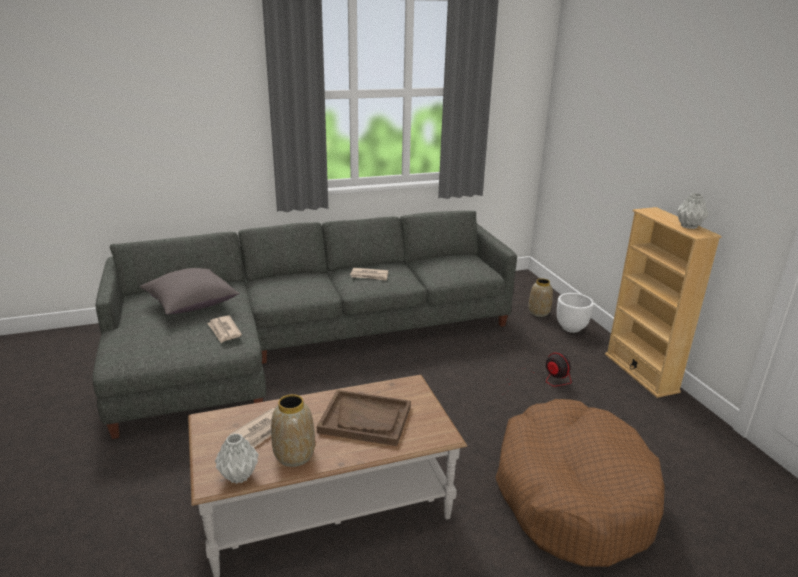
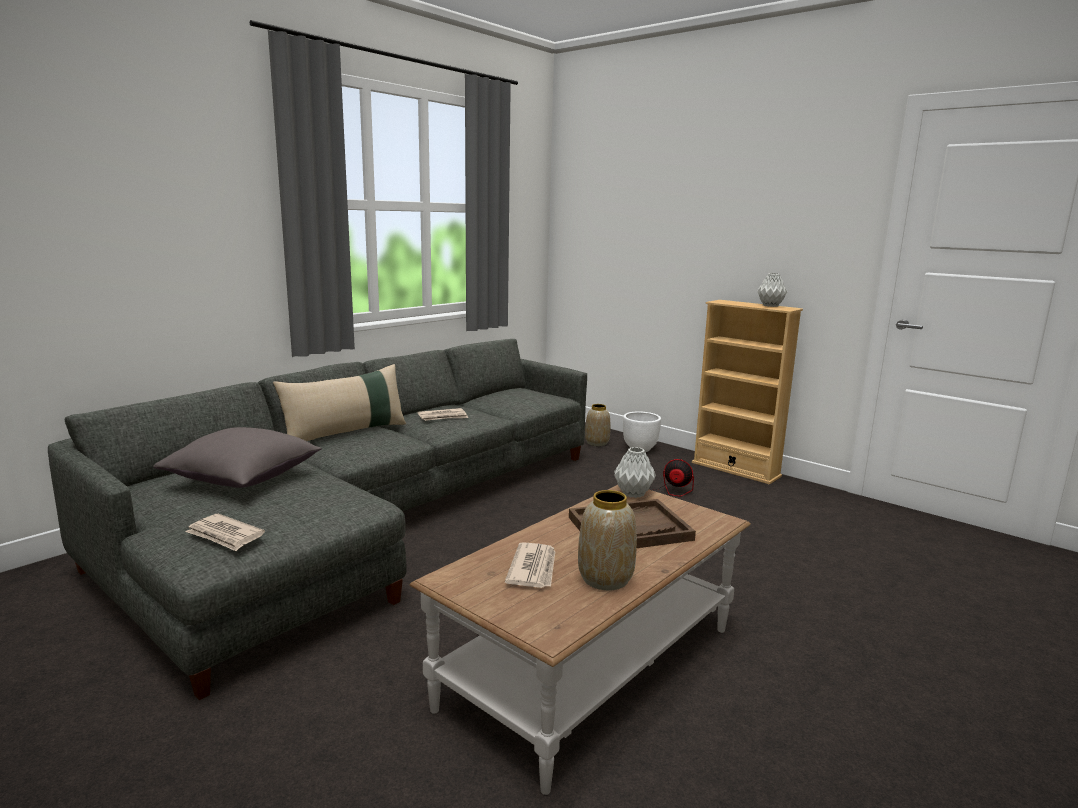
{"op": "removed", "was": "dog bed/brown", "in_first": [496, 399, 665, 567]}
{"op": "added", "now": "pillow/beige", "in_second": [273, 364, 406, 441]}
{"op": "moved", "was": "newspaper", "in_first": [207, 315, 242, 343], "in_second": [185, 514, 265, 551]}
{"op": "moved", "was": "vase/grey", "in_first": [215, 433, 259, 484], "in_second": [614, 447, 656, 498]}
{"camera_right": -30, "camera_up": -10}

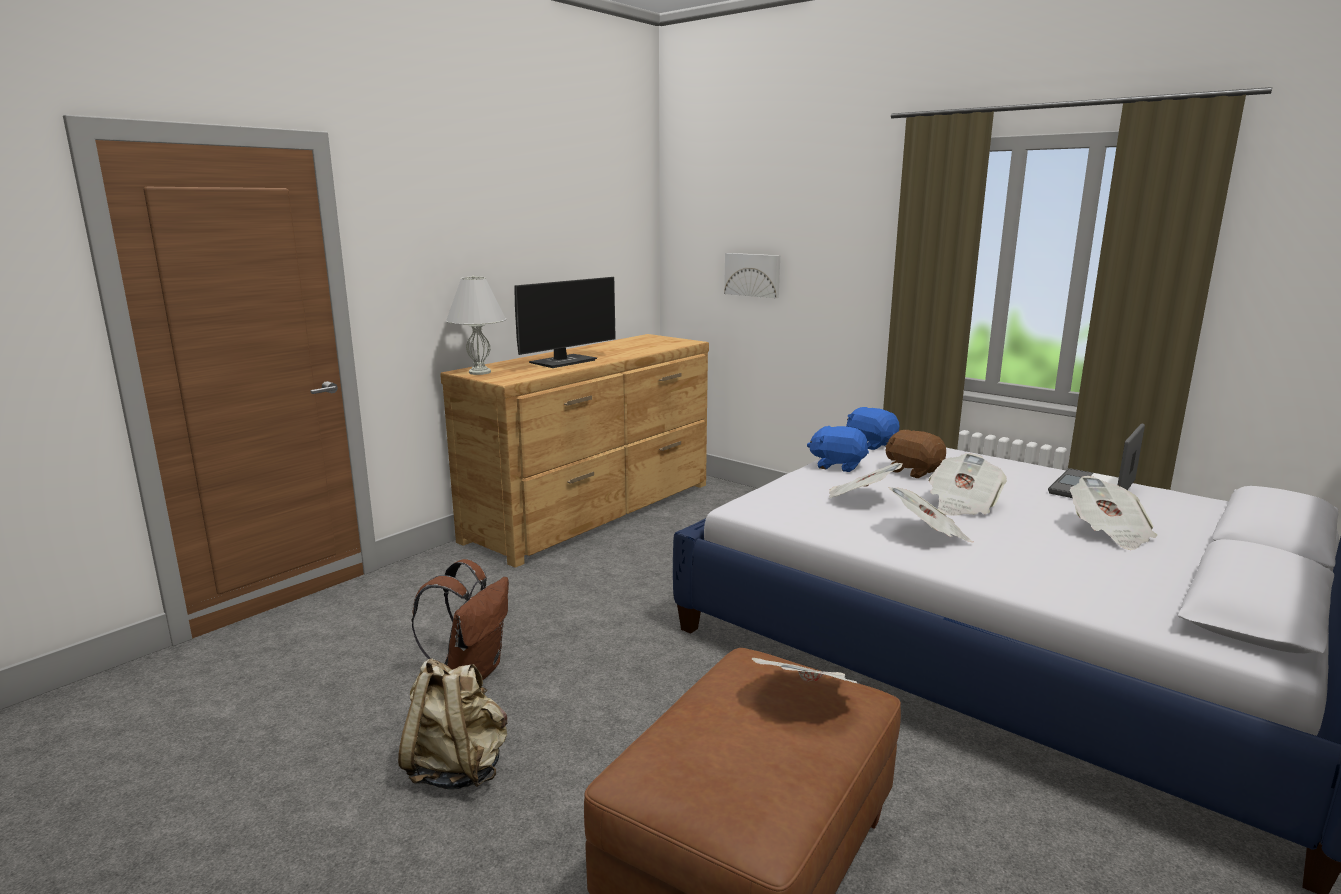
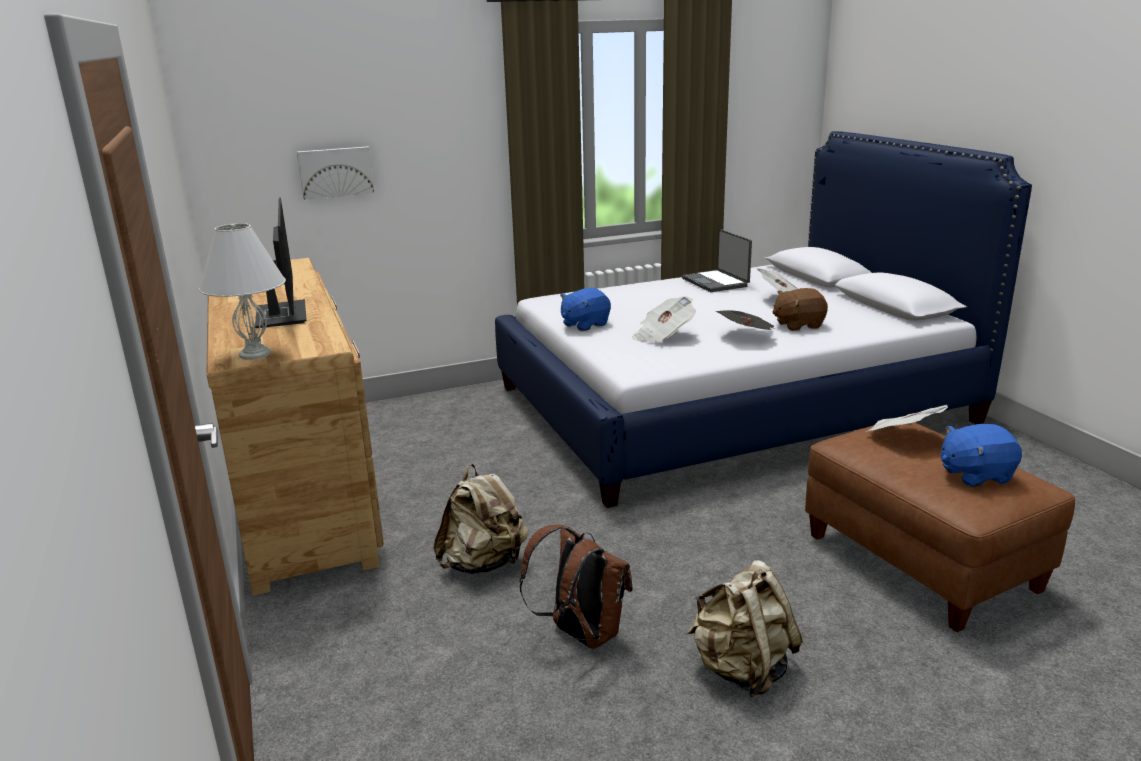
{"op": "removed", "was": "newspaper", "in_first": [929, 453, 1007, 516]}
{"op": "added", "now": "backpack/beige", "in_second": [433, 464, 528, 574]}
{"op": "moved", "was": "plush toy/blue", "in_first": [846, 407, 900, 450], "in_second": [941, 424, 1022, 487]}
{"op": "moved", "was": "plush toy/brown", "in_first": [886, 430, 946, 478], "in_second": [773, 288, 828, 331]}
{"camera_right": -60, "camera_up": 5}

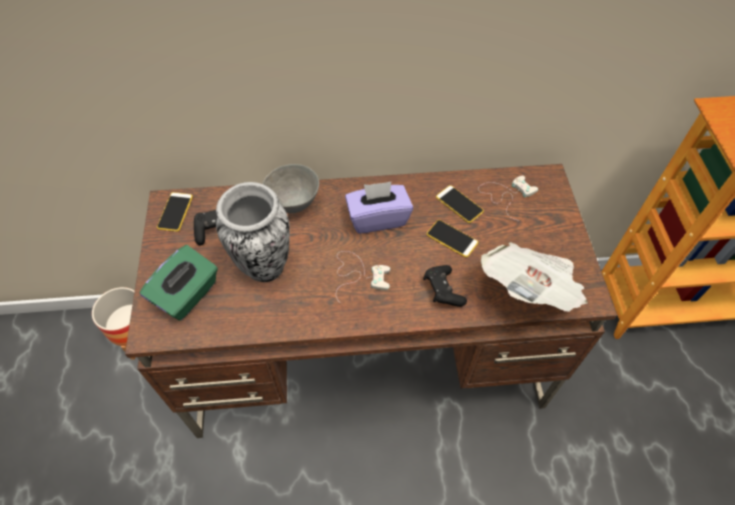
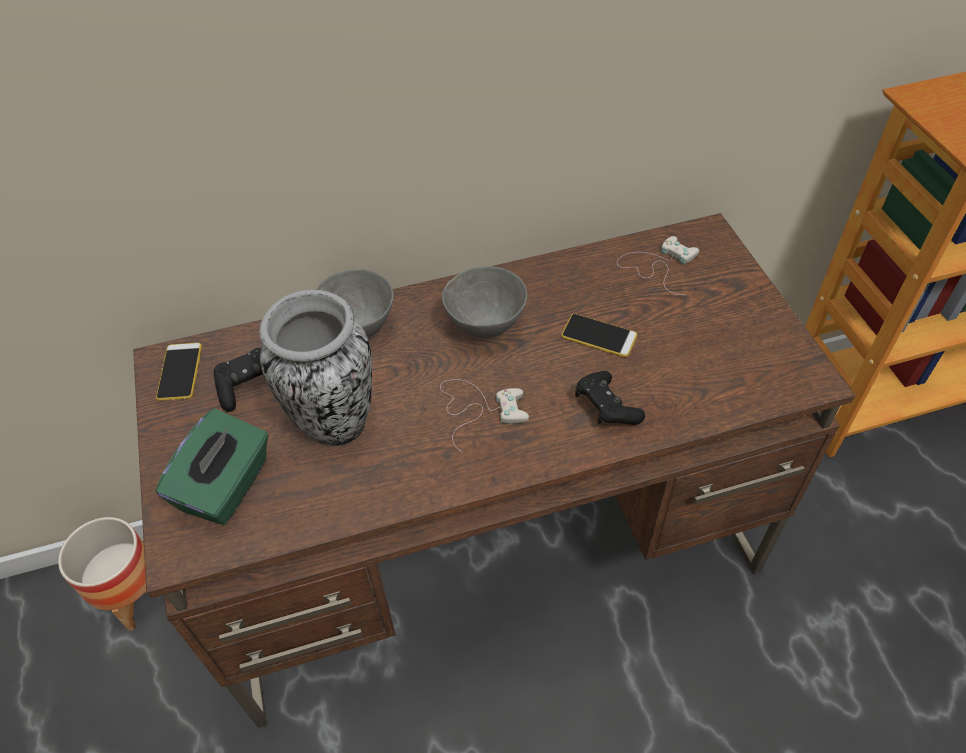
{"op": "removed", "was": "phone", "in_first": [436, 185, 484, 223]}
{"op": "removed", "was": "newspaper", "in_first": [481, 242, 588, 312]}
{"op": "replaced", "was": "tissue box/purple", "now": "bowl/grey", "in_first": [345, 182, 413, 234], "in_second": [442, 266, 527, 339]}
{"camera_right": -10, "camera_up": -5}

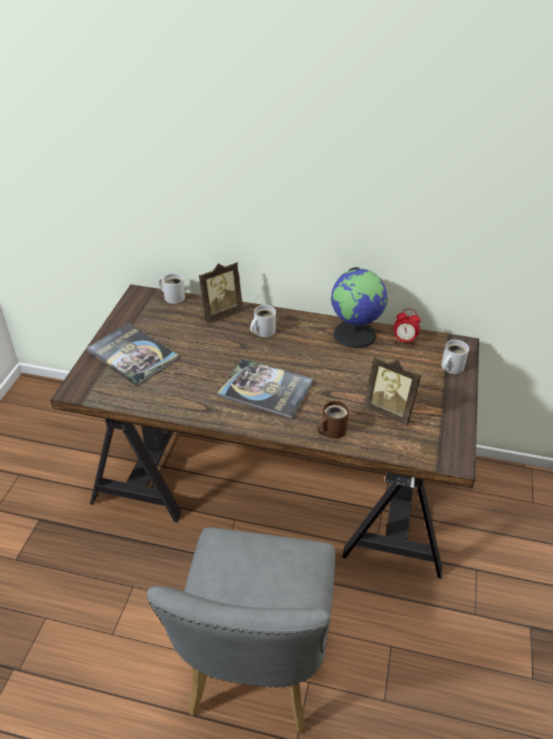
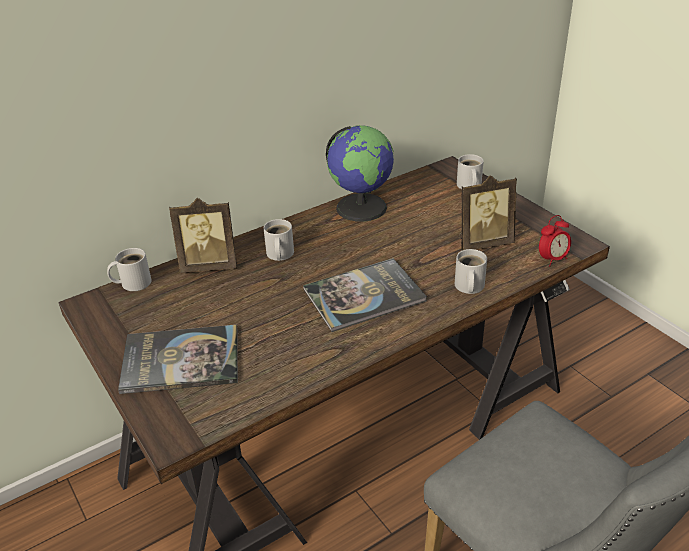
{"op": "moved", "was": "alarm clock", "in_first": [394, 309, 421, 346], "in_second": [539, 215, 571, 267]}
{"op": "recoloured", "was": "mug/brown", "now": "mug/white", "in_first": [317, 401, 349, 439], "in_second": [455, 249, 487, 294]}
{"op": "turned", "was": "picture frame", "in_first": [199, 262, 243, 322], "in_second": [169, 198, 237, 273], "clockwise": 75}
{"camera_right": -45, "camera_up": -5}

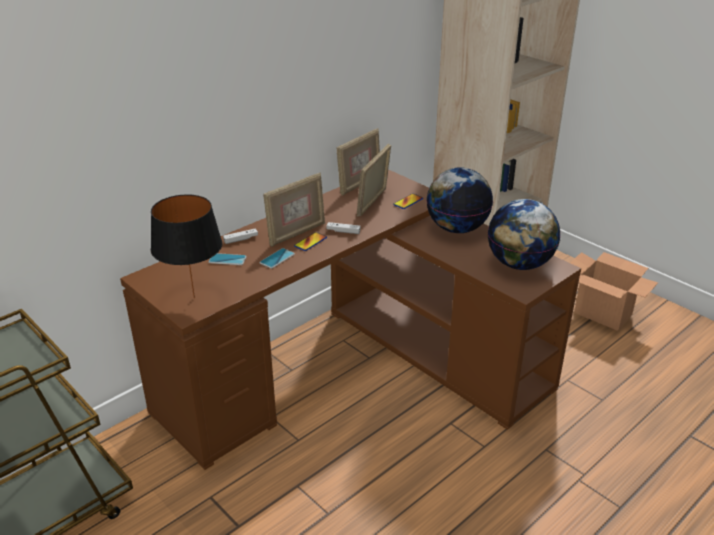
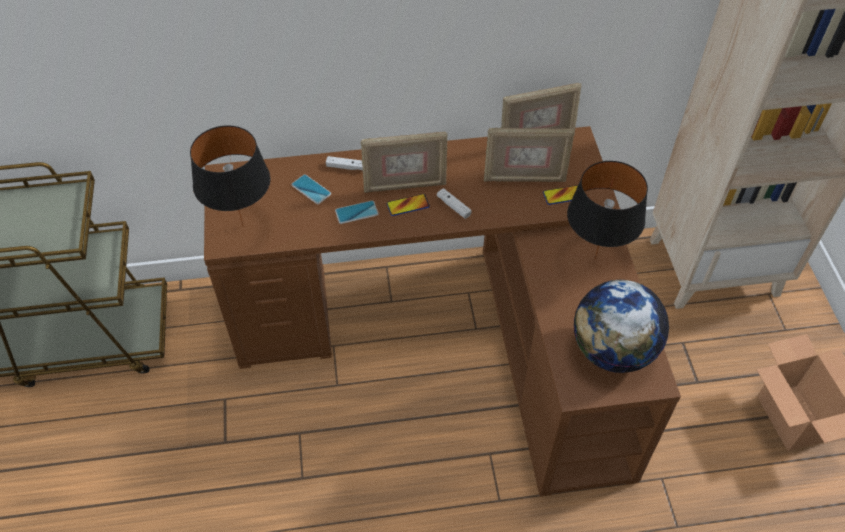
{"op": "replaced", "was": "globe", "now": "table lamp/black", "in_first": [427, 167, 493, 233], "in_second": [567, 161, 648, 260]}
{"op": "turned", "was": "picture frame", "in_first": [357, 144, 391, 217], "in_second": [484, 127, 575, 182], "clockwise": -150}
{"camera_right": 35, "camera_up": 20}

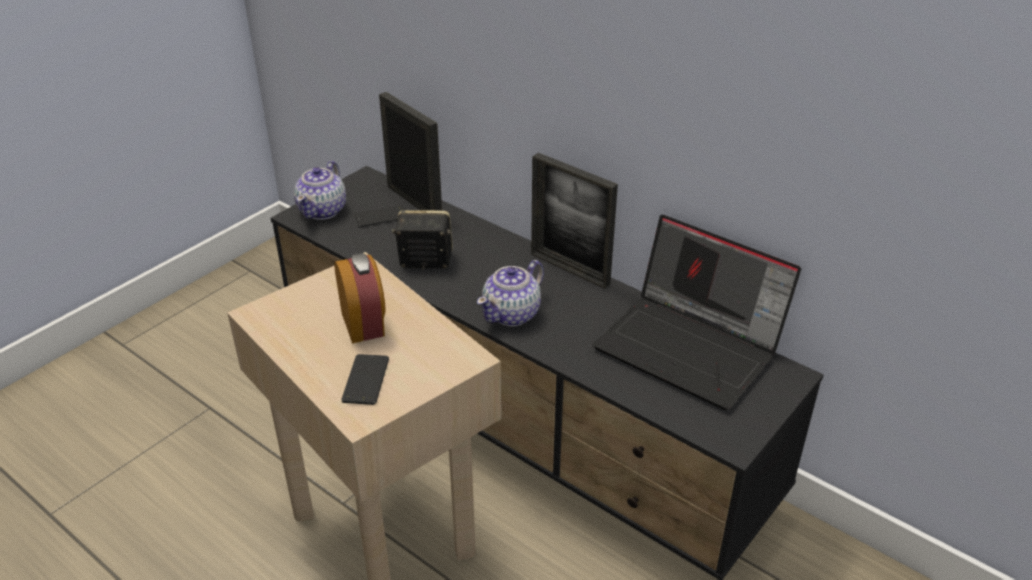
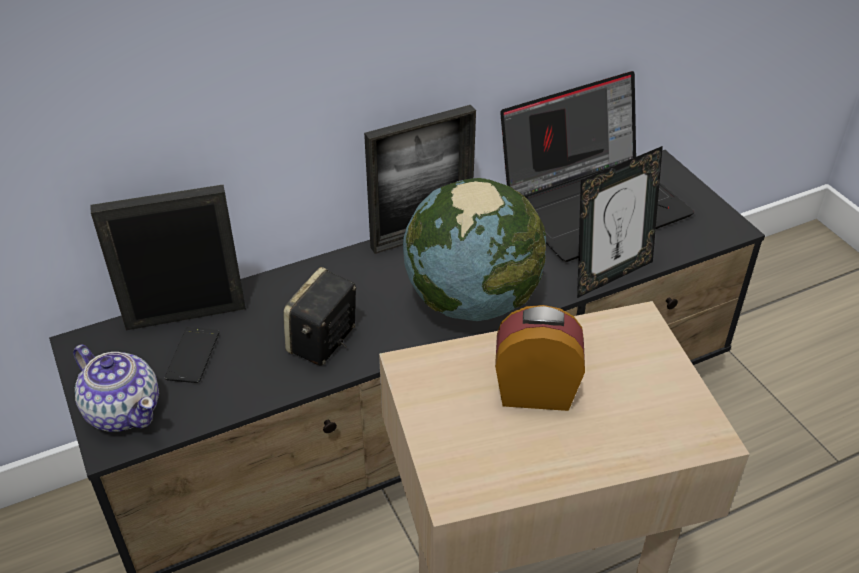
{"op": "removed", "was": "phone", "in_first": [341, 354, 389, 405]}
{"op": "added", "now": "picture frame", "in_second": [577, 146, 663, 298]}
{"op": "replaced", "was": "teapot", "now": "globe", "in_first": [477, 260, 544, 326], "in_second": [403, 178, 546, 321]}
{"camera_right": -65, "camera_up": 5}

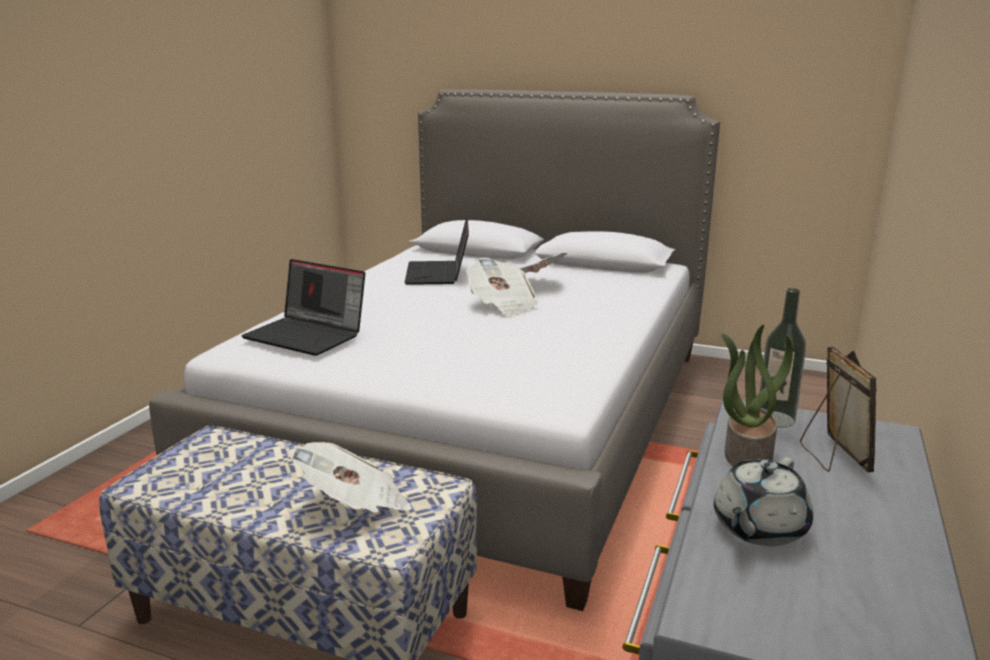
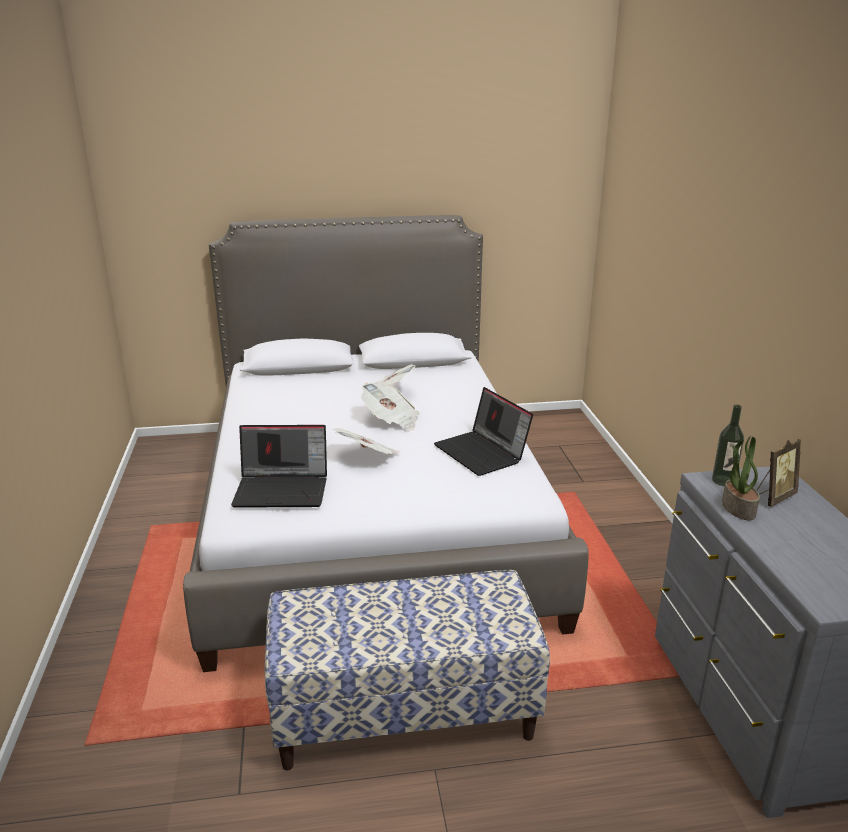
{"op": "removed", "was": "teapot/grey", "in_first": [714, 458, 813, 546]}
{"op": "moved", "was": "newspaper", "in_first": [289, 442, 412, 513], "in_second": [333, 428, 400, 455]}
{"op": "moved", "was": "laptop", "in_first": [405, 217, 469, 285], "in_second": [434, 387, 533, 476]}
{"op": "turned", "was": "picture frame", "in_first": [800, 346, 876, 472], "in_second": [757, 439, 801, 507], "clockwise": 90}
{"camera_right": -30, "camera_up": 5}

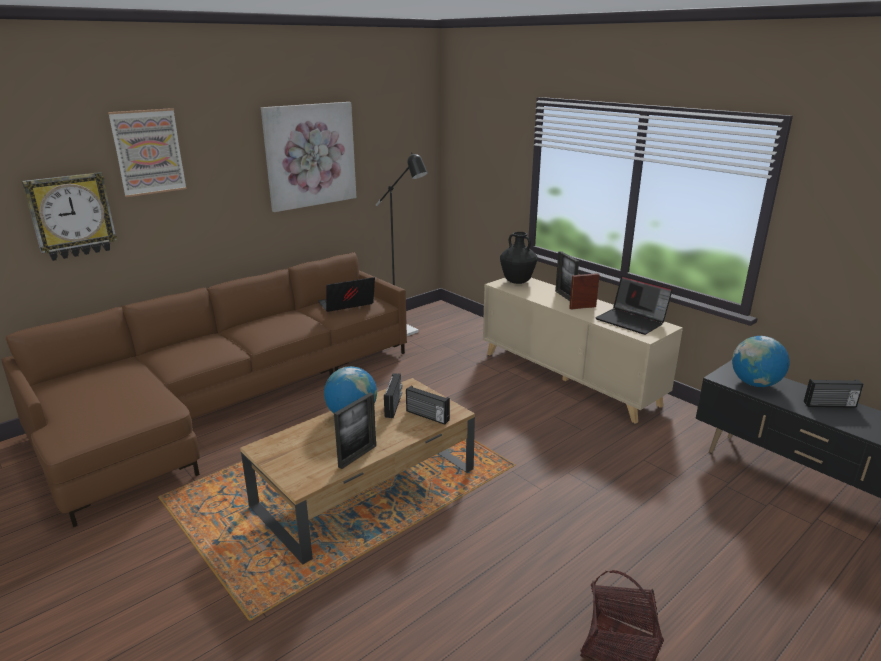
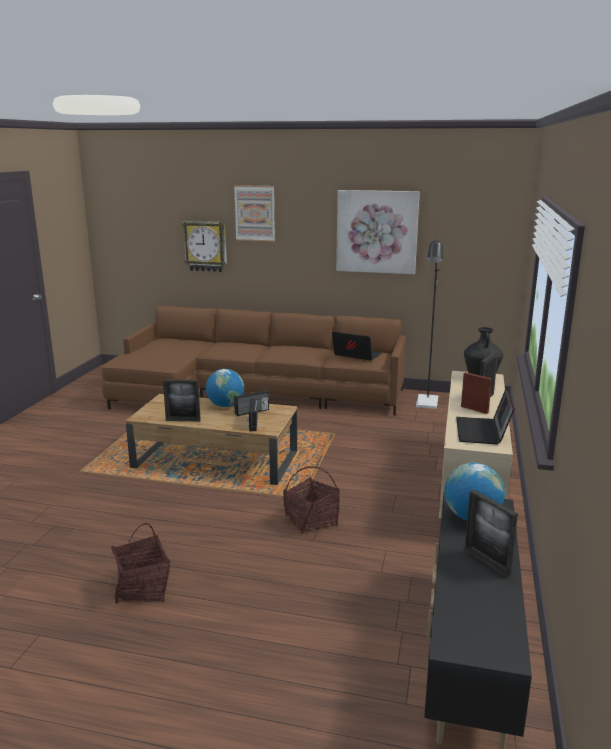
{"op": "added", "now": "basket", "in_second": [283, 466, 340, 534]}
{"op": "replaced", "was": "radio", "now": "picture frame", "in_first": [804, 379, 864, 408], "in_second": [464, 490, 518, 578]}
{"camera_right": 55, "camera_up": -5}

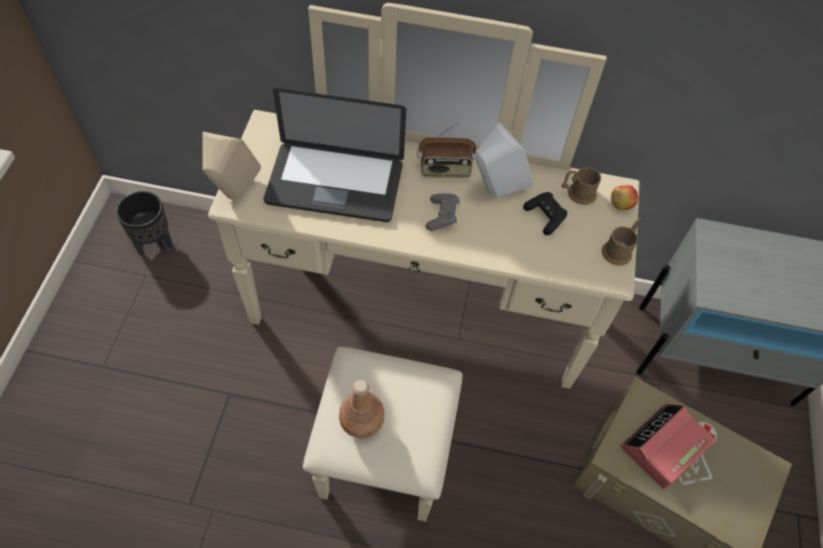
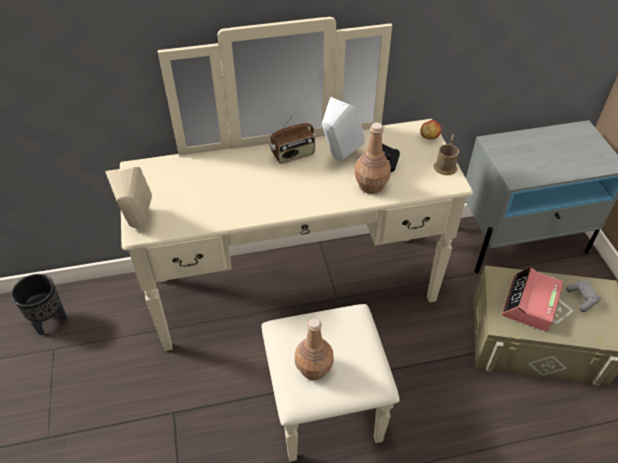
{"op": "removed", "was": "laptop", "in_first": [264, 88, 406, 222]}
{"op": "removed", "was": "mug/brown", "in_first": [562, 167, 601, 205]}
{"op": "added", "now": "bottle/brown", "in_second": [354, 123, 391, 194]}
{"op": "moved", "was": "game controller/grey", "in_first": [426, 193, 460, 231], "in_second": [566, 281, 600, 312]}
{"camera_right": -20, "camera_up": -10}

